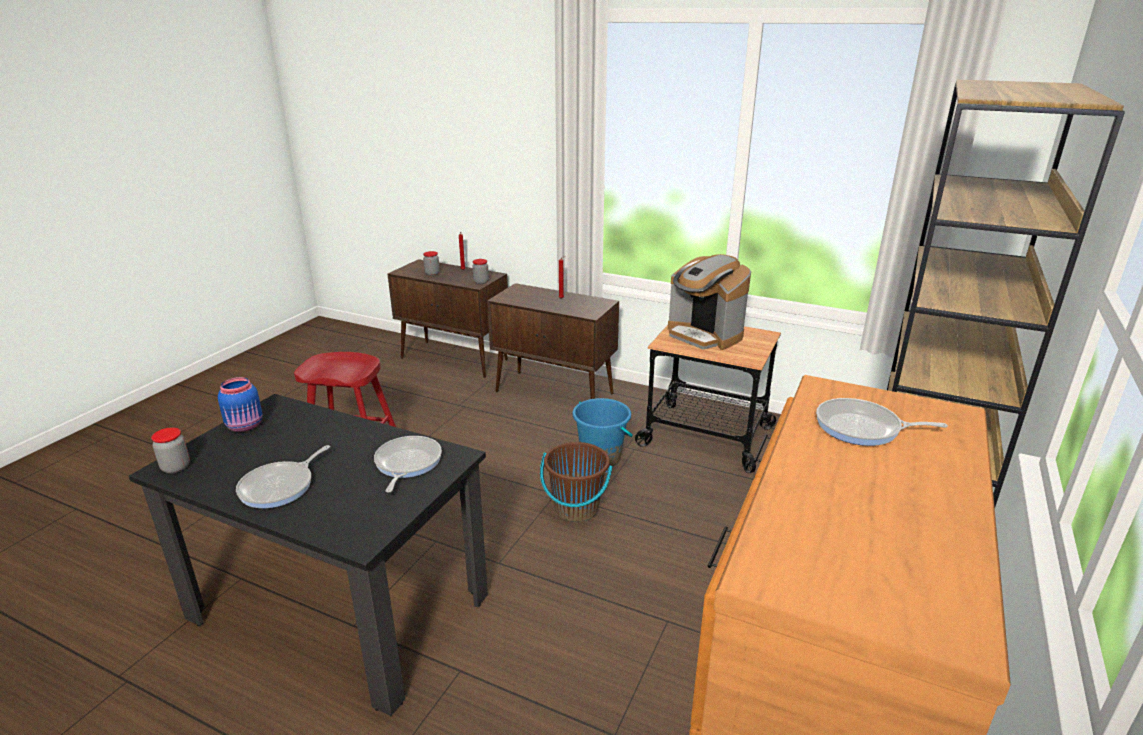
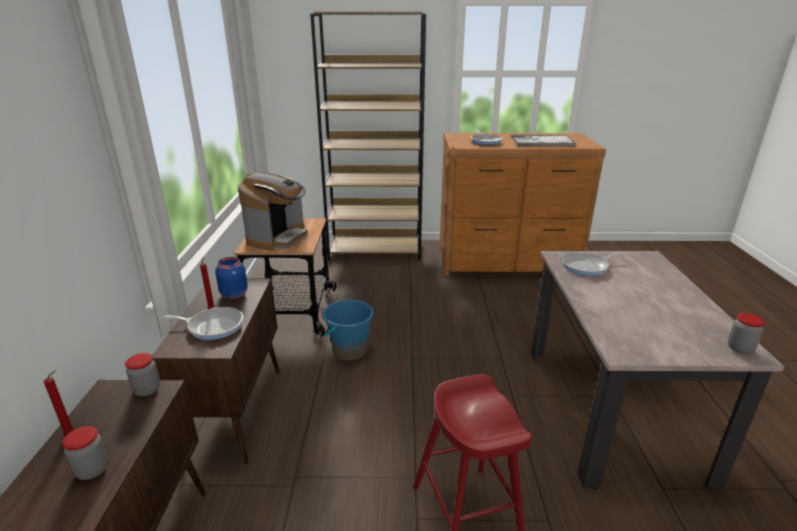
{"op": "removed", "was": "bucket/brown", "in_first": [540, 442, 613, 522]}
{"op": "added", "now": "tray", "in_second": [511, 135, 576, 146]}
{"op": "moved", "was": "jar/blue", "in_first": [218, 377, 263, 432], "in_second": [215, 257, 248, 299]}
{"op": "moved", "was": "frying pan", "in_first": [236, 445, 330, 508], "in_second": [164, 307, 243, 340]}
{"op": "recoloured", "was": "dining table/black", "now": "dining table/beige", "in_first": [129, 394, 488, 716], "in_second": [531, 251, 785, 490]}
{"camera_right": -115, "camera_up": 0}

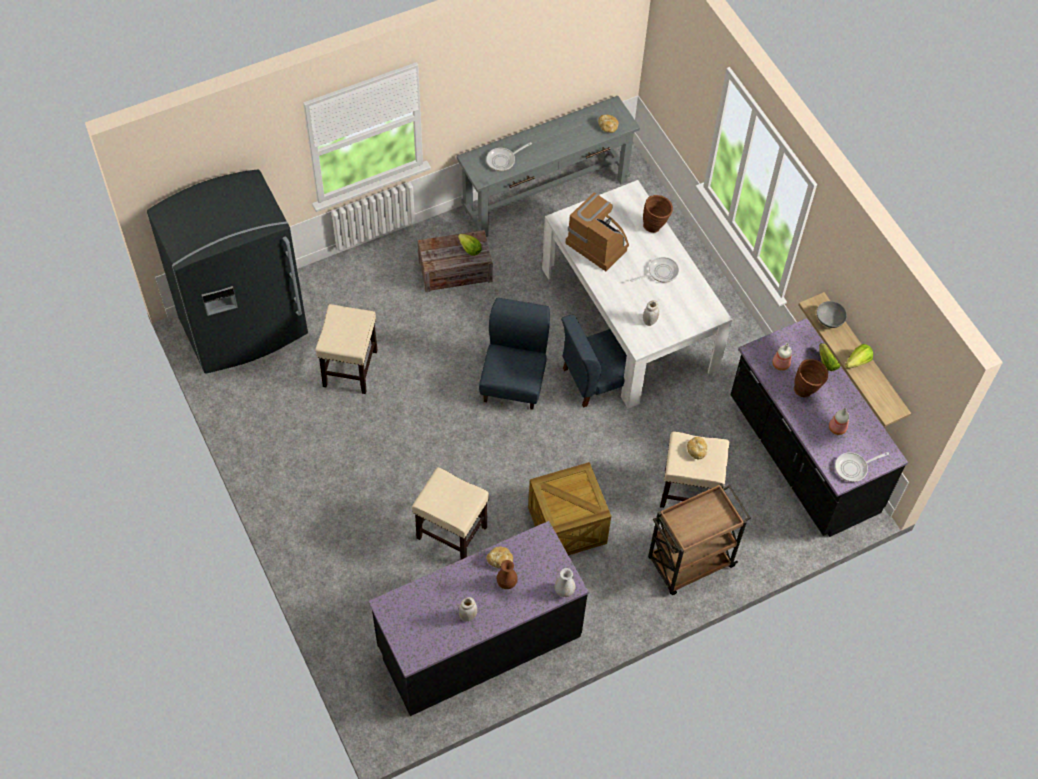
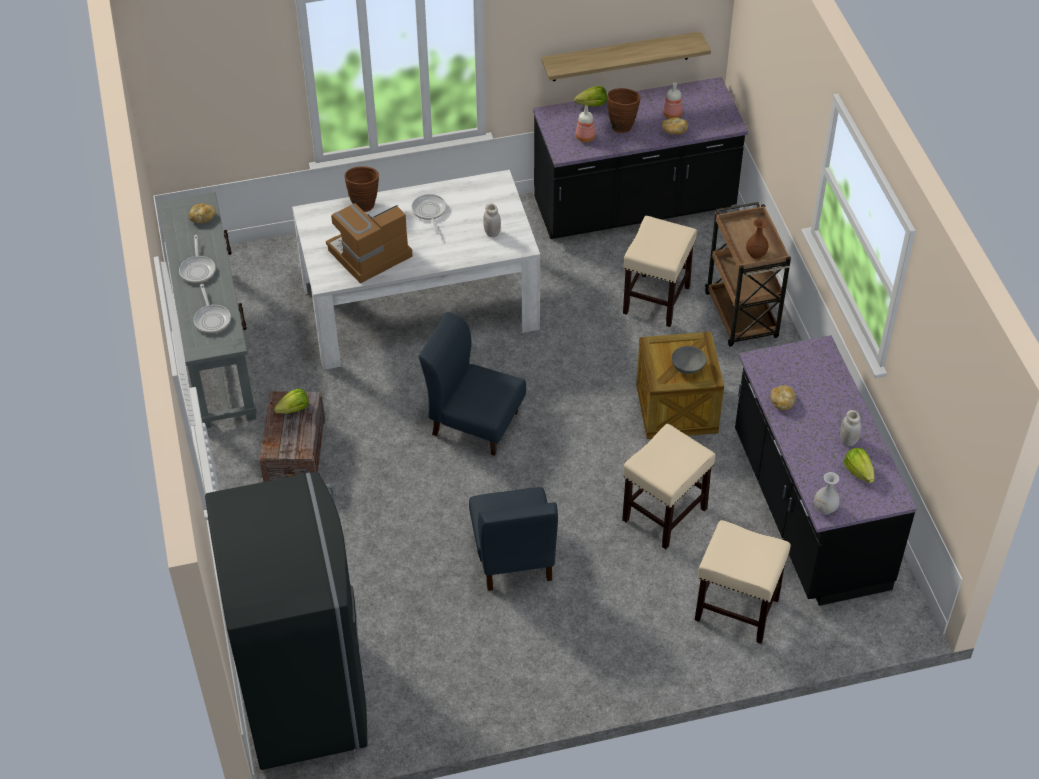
{"op": "moved", "was": "stool/beige", "in_first": [316, 304, 378, 394], "in_second": [695, 520, 791, 644]}
{"op": "moved", "was": "vase/brown", "in_first": [497, 560, 518, 589], "in_second": [746, 218, 769, 259]}
{"op": "moved", "was": "vase/white", "in_first": [555, 568, 576, 597], "in_second": [814, 472, 840, 515]}
{"op": "moved", "was": "chair/blue", "in_first": [561, 315, 627, 408], "in_second": [469, 487, 558, 591]}
{"op": "moved", "was": "bread", "in_first": [687, 437, 707, 459], "in_second": [661, 117, 688, 135]}
{"op": "moved", "was": "bowl/grey", "in_first": [817, 301, 847, 328], "in_second": [672, 346, 707, 374]}
{"op": "moved", "was": "frying pan", "in_first": [835, 452, 889, 482], "in_second": [179, 235, 216, 283]}
{"op": "moved", "was": "lettuce", "in_first": [845, 344, 873, 368], "in_second": [844, 448, 875, 483]}
{"camera_right": -75, "camera_up": -10}

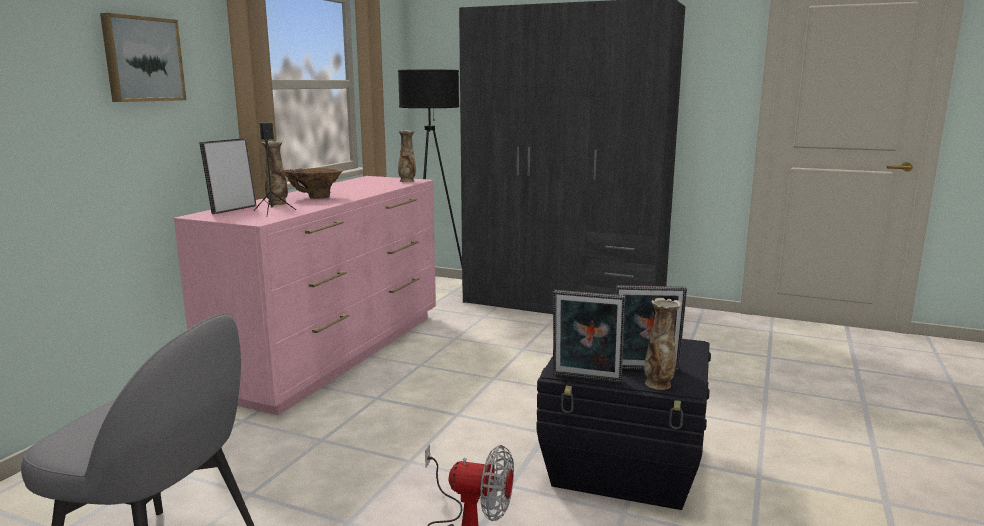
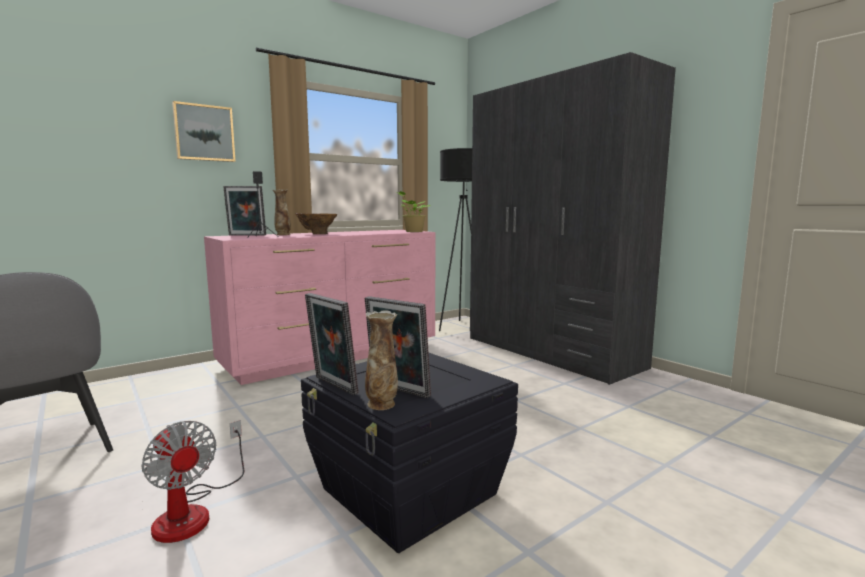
{"op": "replaced", "was": "vase", "now": "potted plant", "in_first": [398, 130, 416, 182], "in_second": [397, 191, 431, 232]}
{"op": "turned", "was": "picture frame", "in_first": [199, 138, 256, 214], "in_second": [223, 186, 266, 236], "clockwise": -150}
{"camera_right": 30, "camera_up": -5}

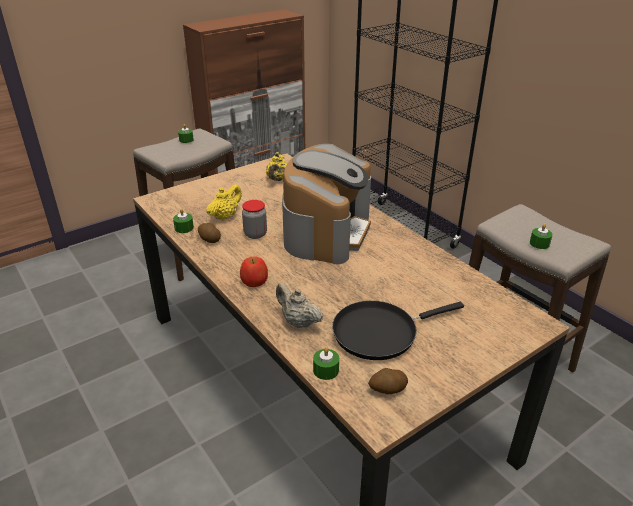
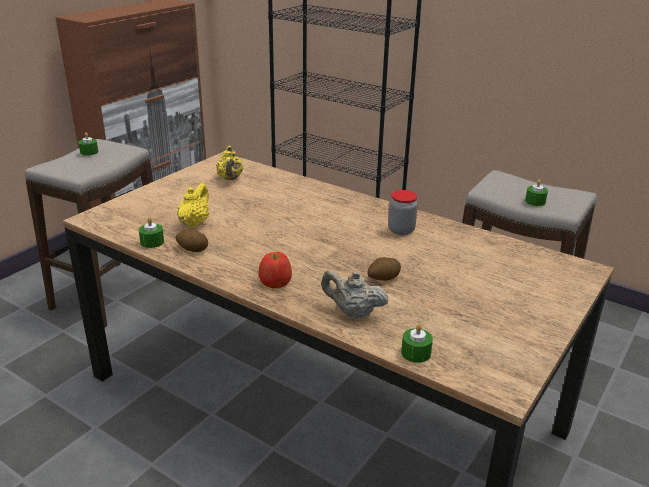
{"op": "removed", "was": "coffee machine", "in_first": [282, 144, 371, 264]}
{"op": "removed", "was": "frying pan/black", "in_first": [332, 301, 464, 360]}
{"op": "moved", "was": "jar", "in_first": [242, 200, 267, 239], "in_second": [388, 190, 418, 235]}
{"op": "moved", "was": "potato", "in_first": [368, 368, 408, 394], "in_second": [367, 257, 401, 281]}
{"camera_right": -20, "camera_up": -5}

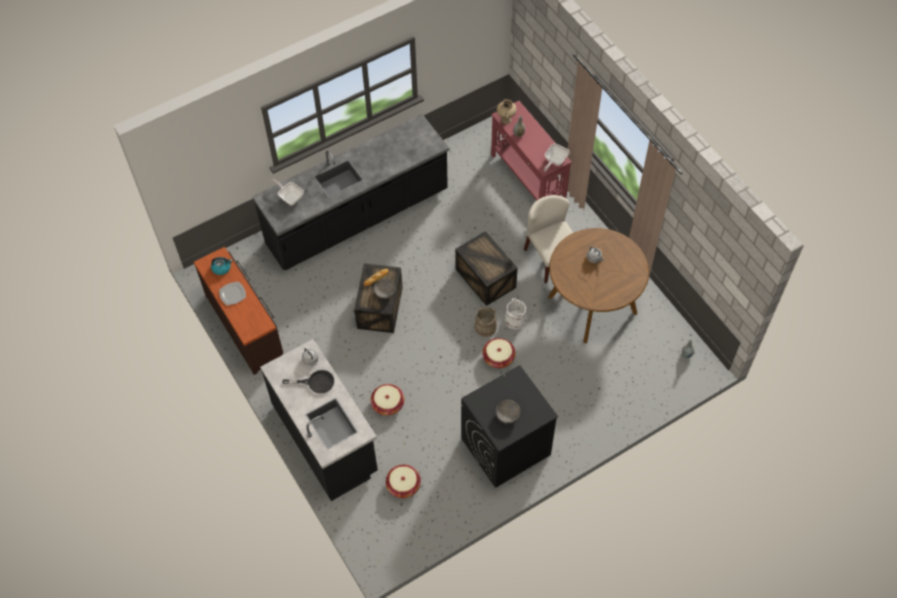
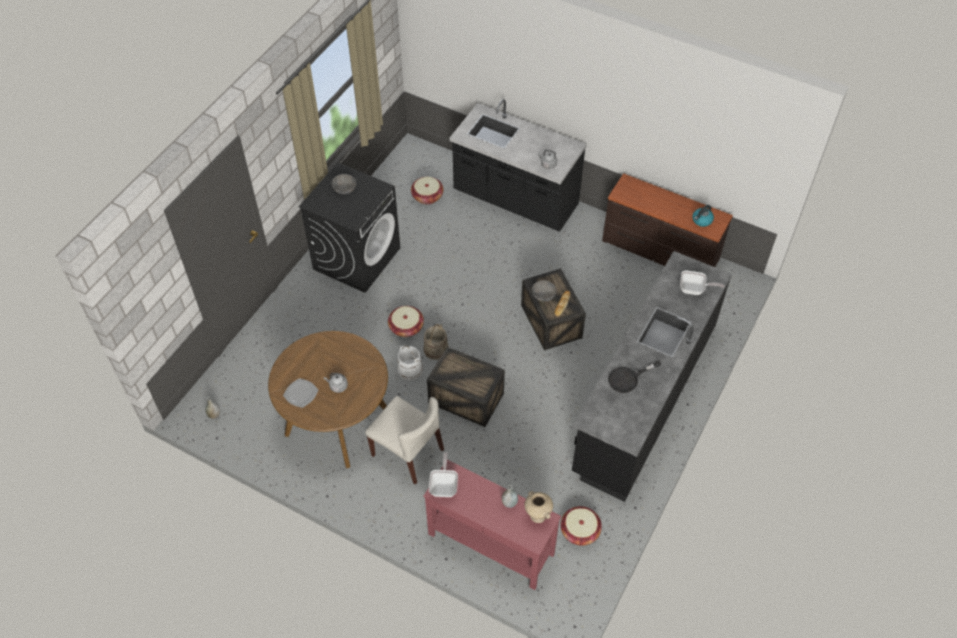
{"op": "moved", "was": "plate", "in_first": [219, 282, 246, 305], "in_second": [283, 378, 318, 408]}
{"op": "moved", "was": "frying pan/black", "in_first": [283, 370, 334, 393], "in_second": [608, 361, 661, 393]}
{"op": "moved", "was": "basket", "in_first": [371, 384, 404, 416], "in_second": [560, 506, 602, 545]}
{"camera_right": 150, "camera_up": -5}

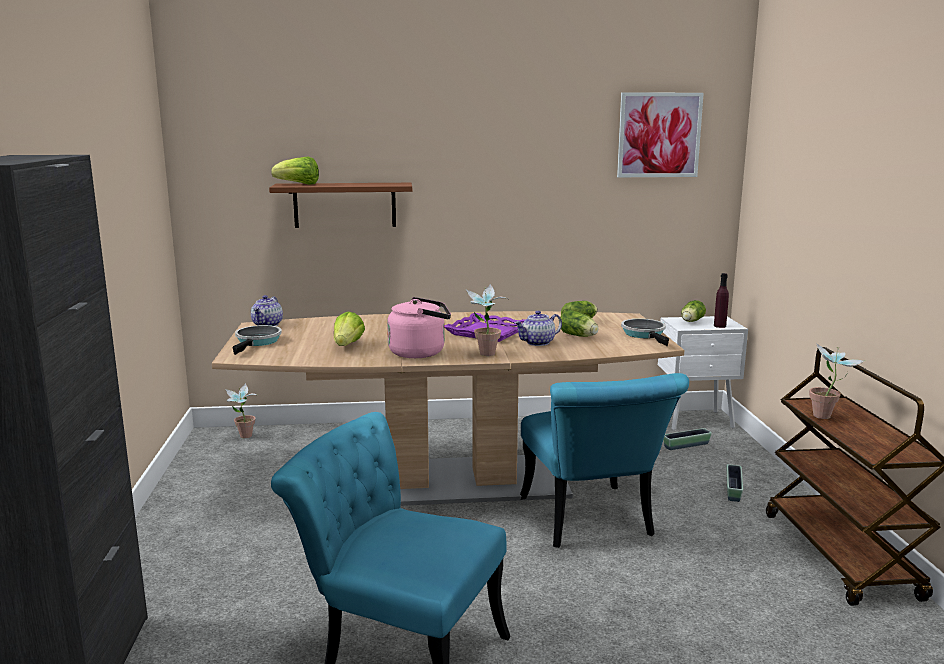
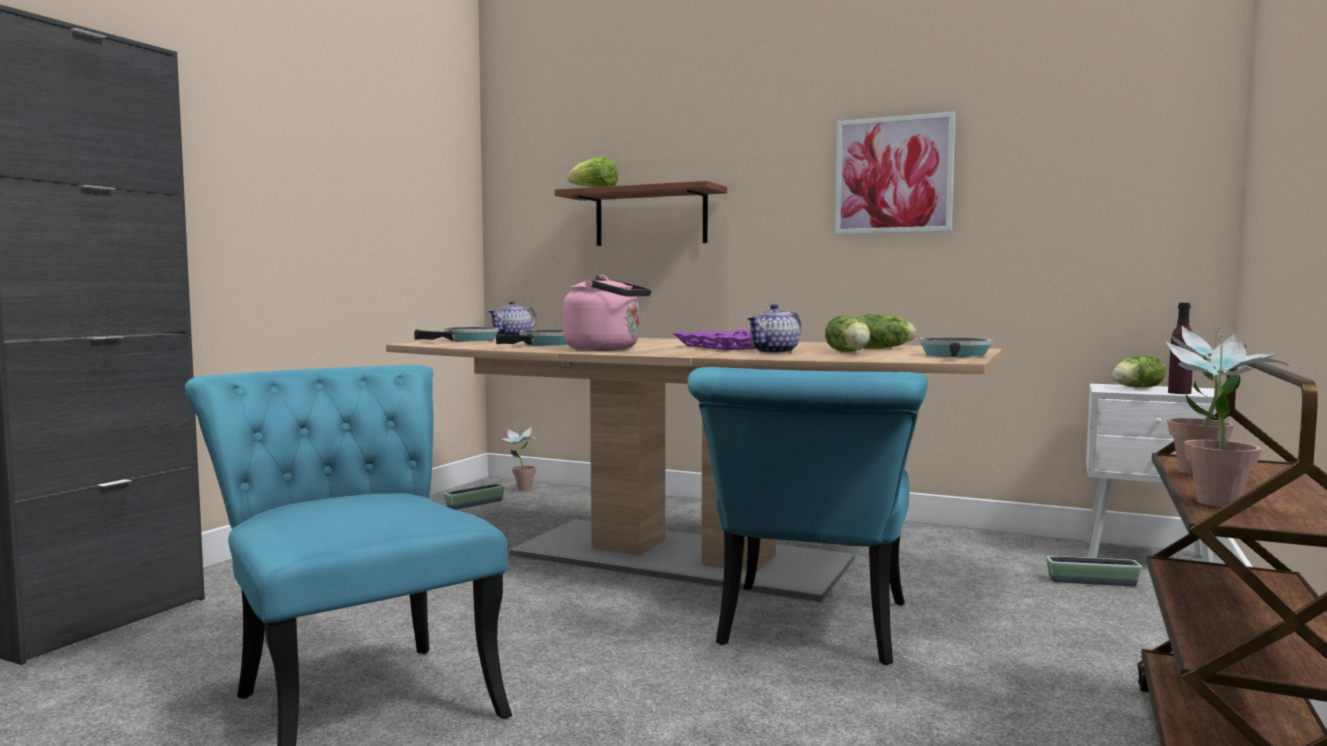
{"op": "moved", "was": "potted plant", "in_first": [466, 284, 508, 356], "in_second": [1166, 334, 1290, 507]}
{"op": "moved", "was": "picture", "in_first": [617, 92, 704, 177], "in_second": [835, 111, 955, 234]}
{"op": "moved", "was": "planter", "in_first": [727, 464, 743, 502], "in_second": [444, 483, 505, 510]}
{"op": "replaced", "was": "lettuce", "now": "frying pan", "in_first": [334, 312, 365, 346], "in_second": [496, 330, 568, 346]}
{"op": "turned", "was": "teapot", "in_first": [514, 311, 562, 346], "in_second": [747, 304, 801, 353], "clockwise": -45}
{"camera_right": 30, "camera_up": -10}

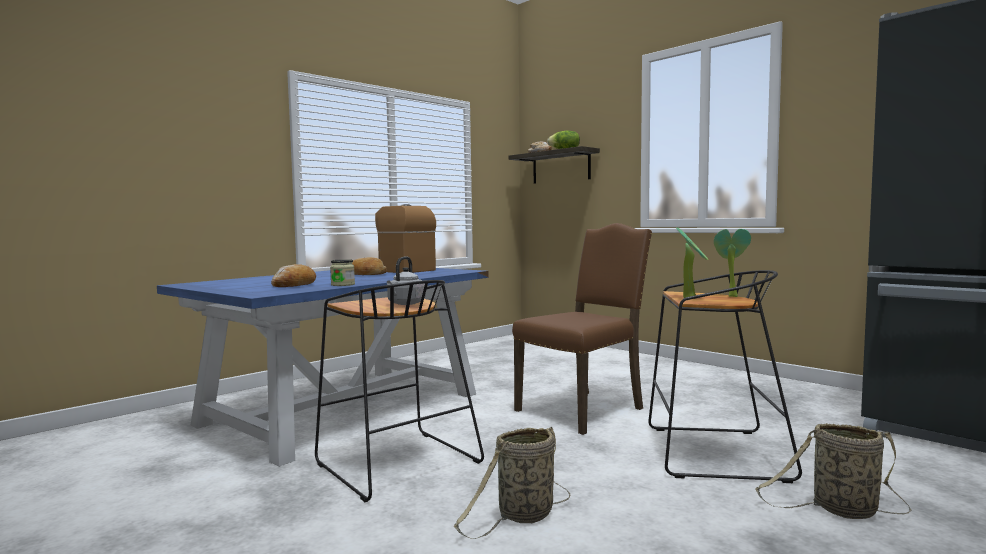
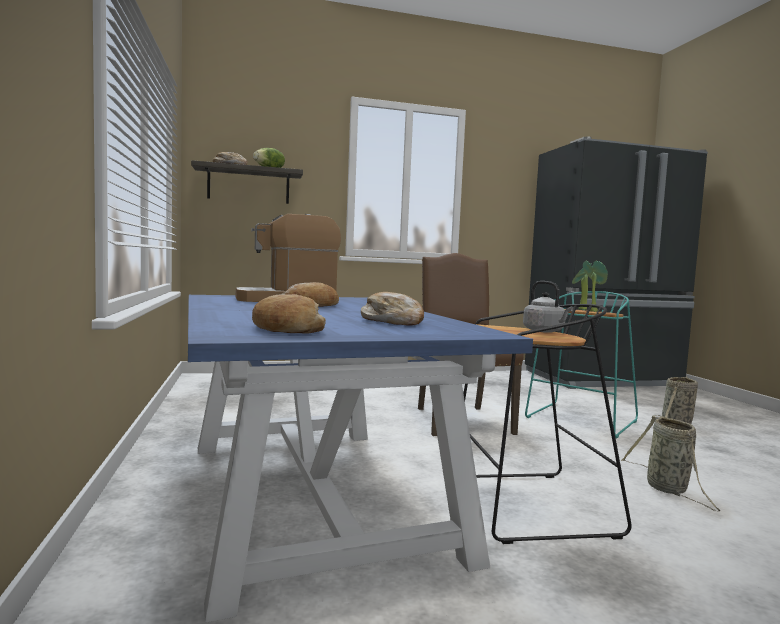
{"op": "removed", "was": "jar", "in_first": [330, 259, 355, 286]}
{"op": "added", "now": "bread", "in_second": [252, 294, 326, 333]}
{"op": "recoloured", "was": "stool/black", "now": "stool/turquoise", "in_first": [648, 270, 802, 483], "in_second": [525, 291, 638, 438]}
{"camera_right": -60, "camera_up": 0}

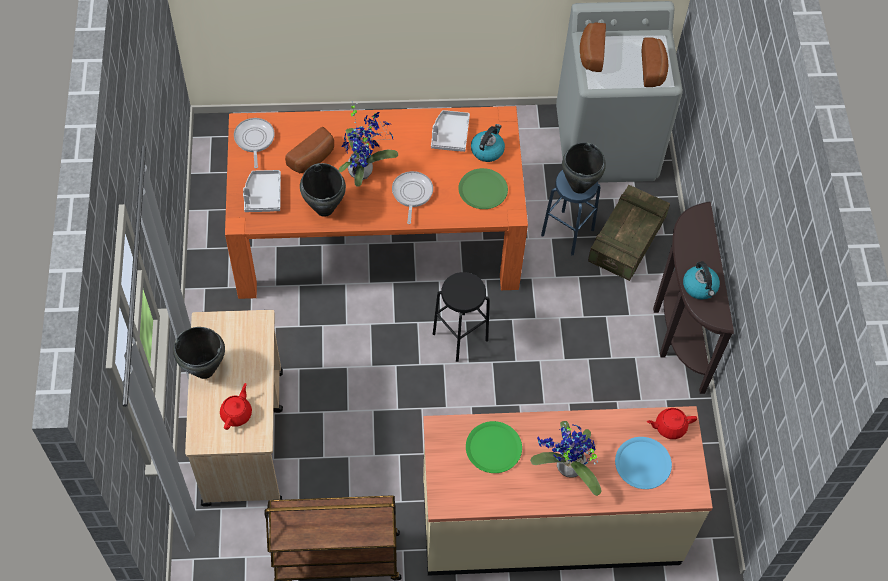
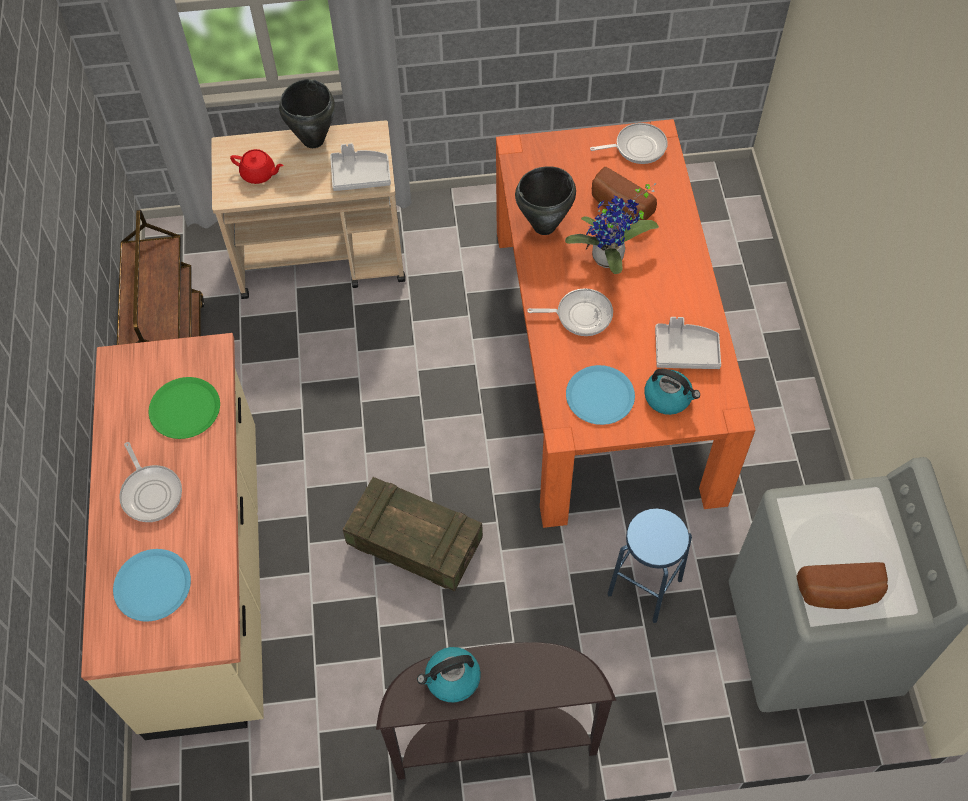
{"op": "removed", "was": "stool/black", "in_first": [433, 272, 490, 362]}
{"op": "removed", "was": "cooking pot/black", "in_first": [562, 142, 606, 194]}
{"op": "removed", "was": "bread", "in_first": [580, 22, 606, 72]}
{"op": "removed", "was": "teapot/red", "in_first": [647, 408, 697, 439]}
{"op": "moved", "was": "tray/grey", "in_first": [243, 170, 281, 212], "in_second": [330, 143, 391, 191]}
{"op": "moved", "was": "crate", "in_first": [588, 185, 670, 281], "in_second": [343, 477, 483, 591]}
{"op": "replaced", "was": "potted plant", "now": "frying pan", "in_first": [530, 421, 601, 496], "in_second": [119, 442, 182, 522]}
{"op": "recoloured", "was": "plate/green", "now": "plate/blue", "in_first": [458, 168, 508, 209], "in_second": [566, 365, 635, 425]}
{"camera_right": 90, "camera_up": 0}

